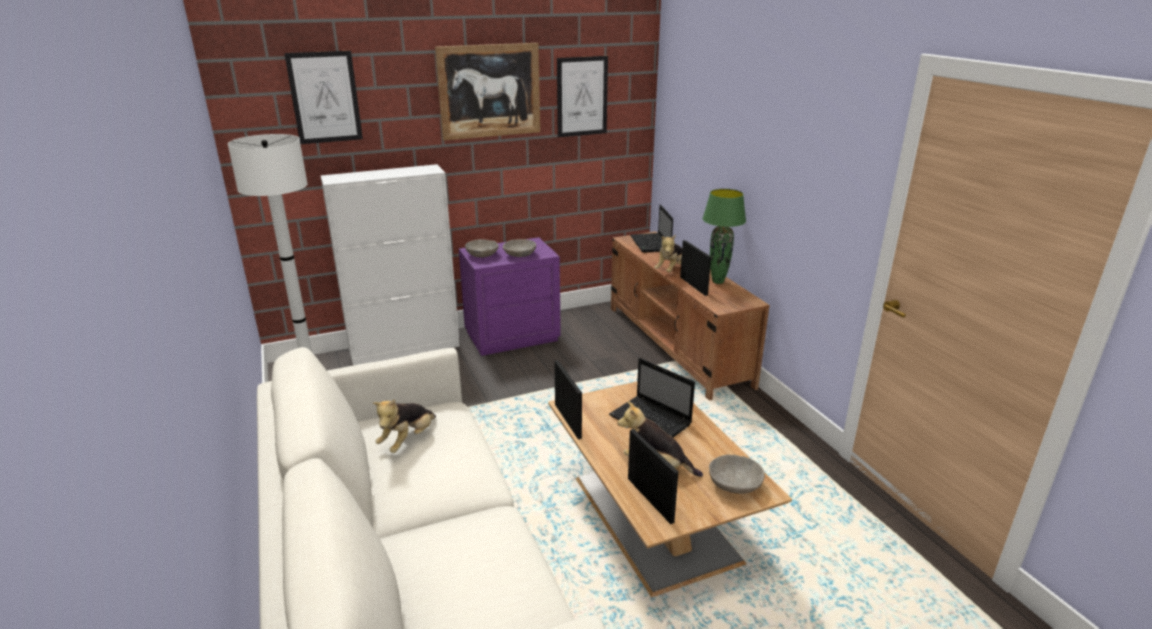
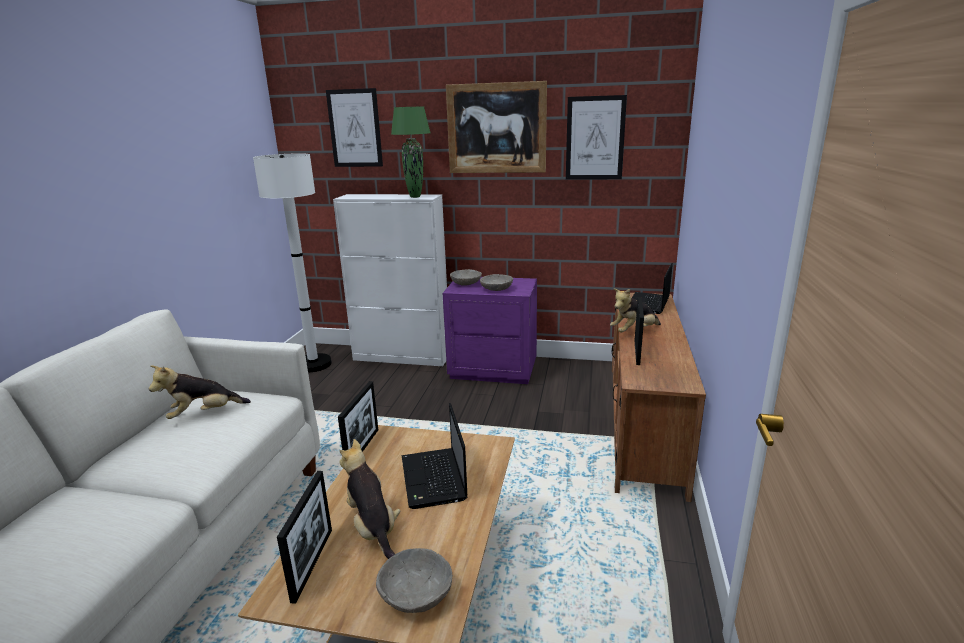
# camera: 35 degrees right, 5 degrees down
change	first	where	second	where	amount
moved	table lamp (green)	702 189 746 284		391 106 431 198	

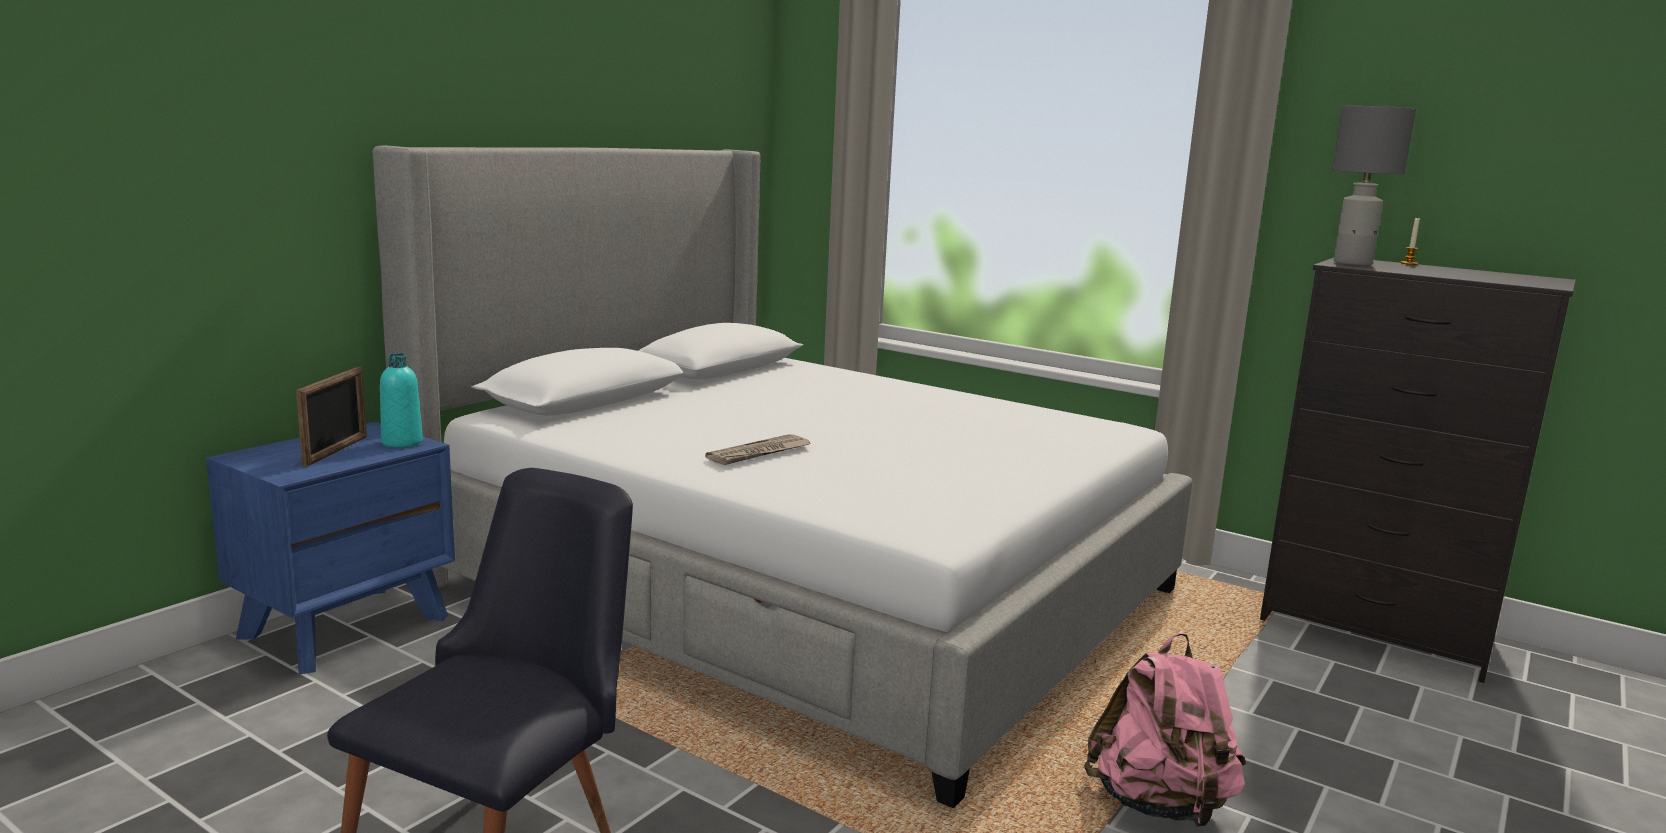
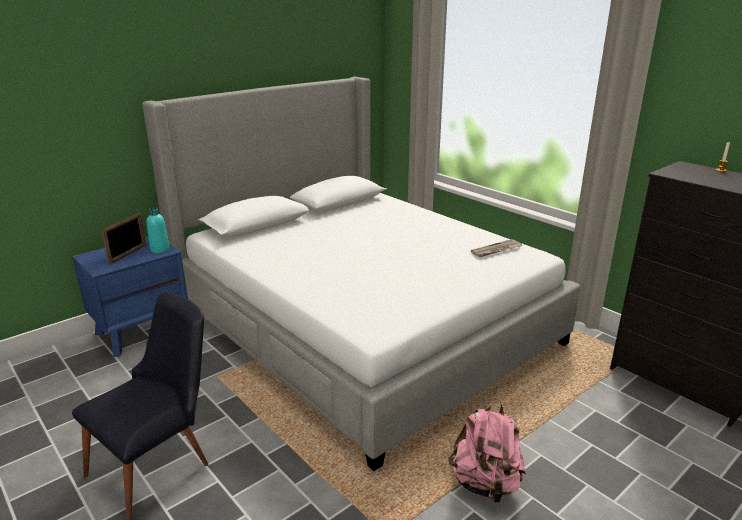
# camera: 15 degrees right, 10 degrees up
change	first	where	second	where	amount
moved	newspaper	705 434 811 465		471 239 522 257	
removed	table lamp (grey)	1332 106 1416 265			

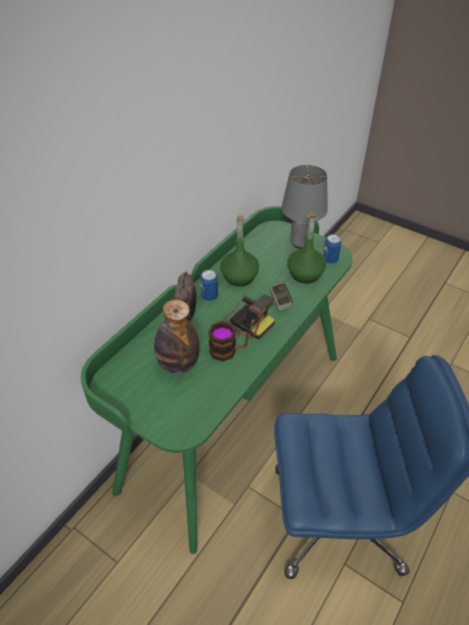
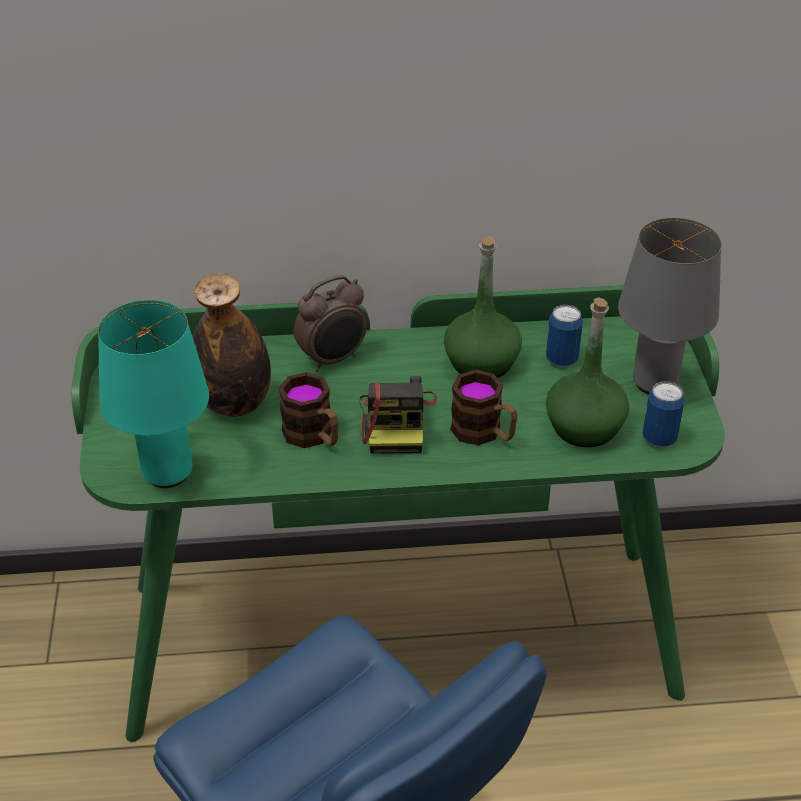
# camera: 50 degrees right, 5 degrees down
change	first	where	second	where	amount
moved	can	200 270 218 301		546 305 583 367	
replaced	game controller	270 283 293 311	mug	450 370 517 446	
added			table lamp (turquoise)	98 300 209 488	

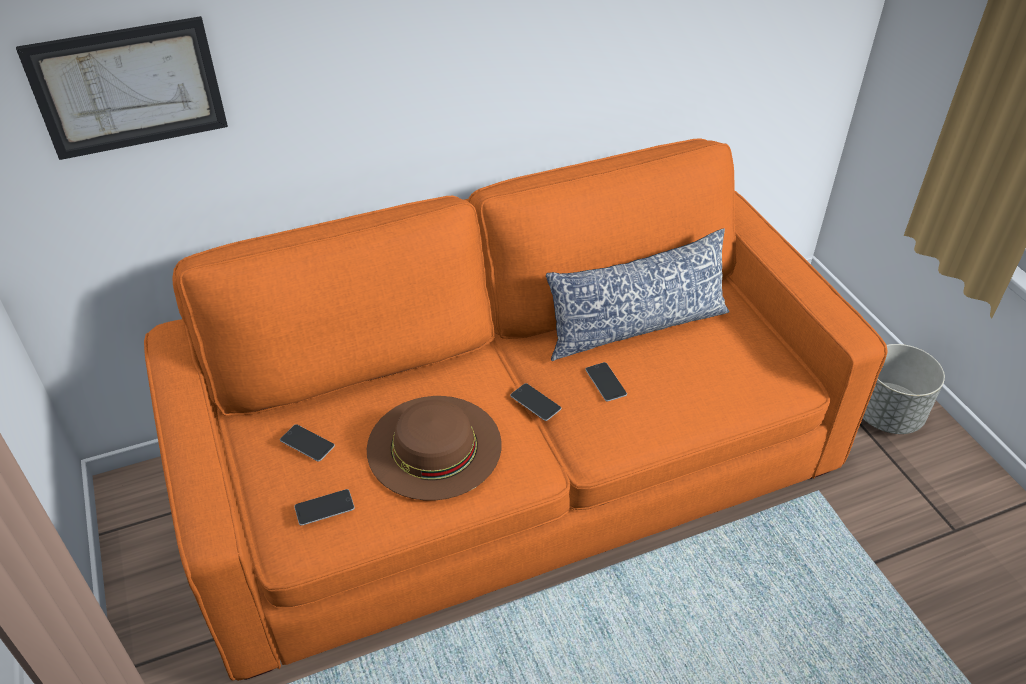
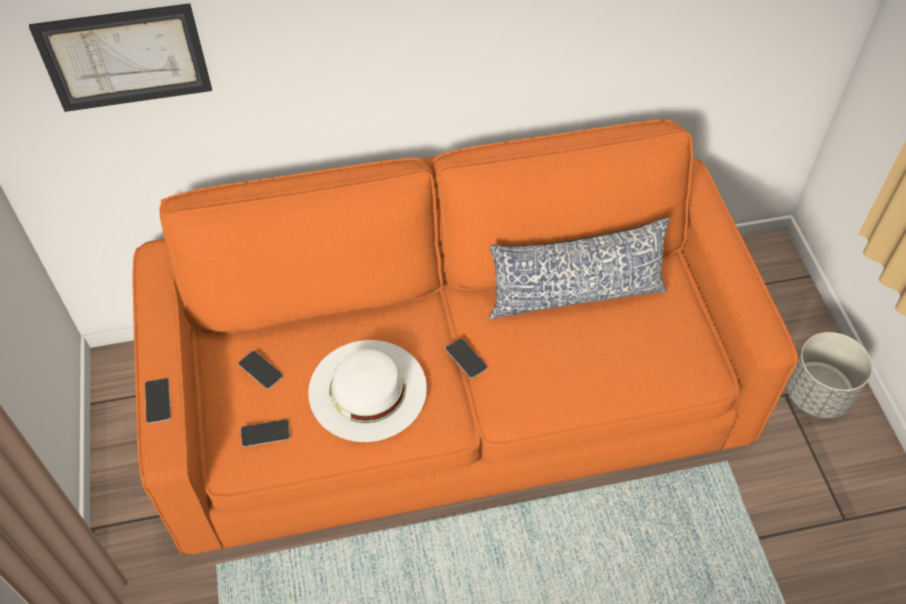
# camera: 10 degrees right, 10 degrees up
change	first	where	second	where	amount
recoloured	hat (brown)	367 396 502 500	hat (white)	308 340 427 442	
moved	phone	585 362 627 402		145 378 171 424	

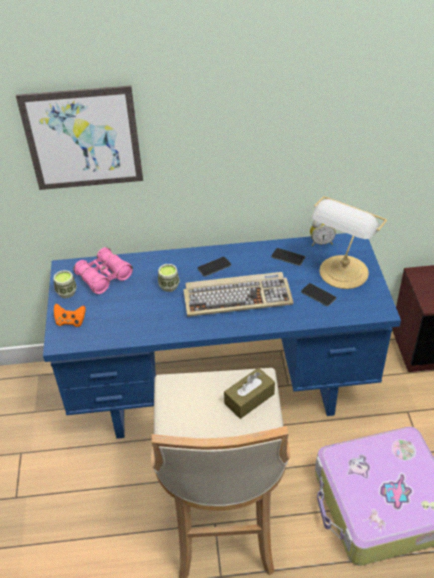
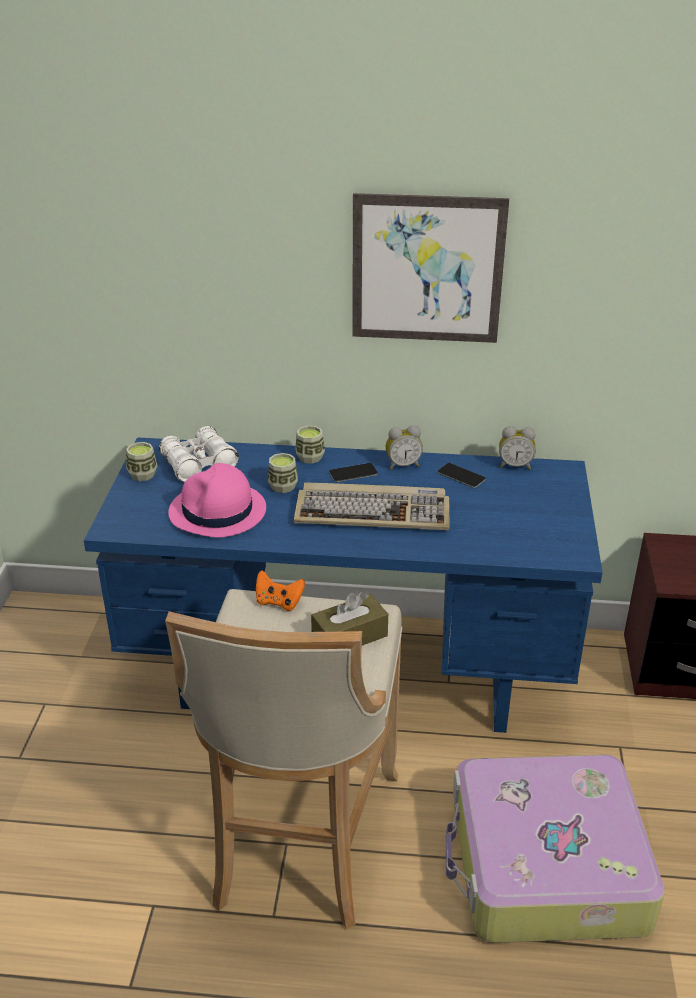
# camera: 10 degrees right, 10 degrees down
change	first	where	second	where	amount
moved	picture	16 85 143 190		352 193 509 343	
moved	game controller (orange)	54 304 86 327		256 570 305 611	
recoloured	binoculars (pink)	73 247 133 294	binoculars (white)	159 426 239 482	
removed	phone	301 283 336 306			
removed	table lamp	312 196 387 289			
added			hat (pink)	168 463 266 537	
added			cup	295 425 325 464	
added			alarm clock	386 425 423 470	

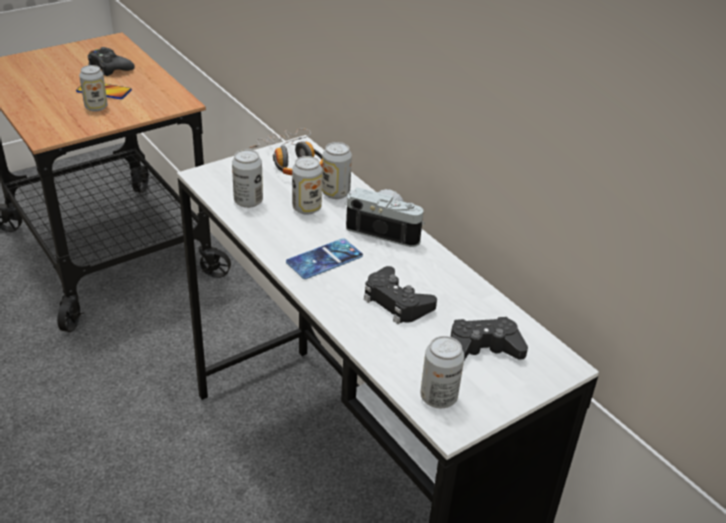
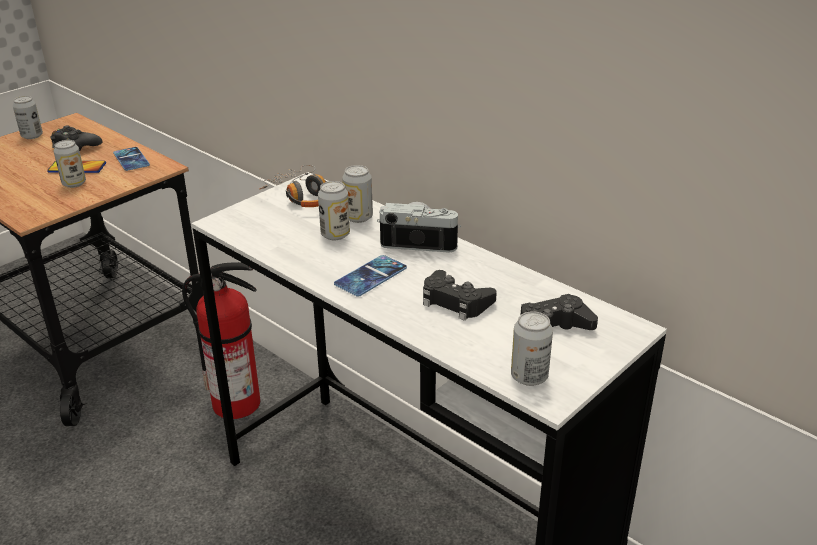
# camera: 10 degrees left, 5 degrees down
change	first	where	second	where	amount
moved	can	232 149 263 208		13 96 43 139	
added			phone	113 147 150 171	
added			fire extinguisher	182 262 260 419	

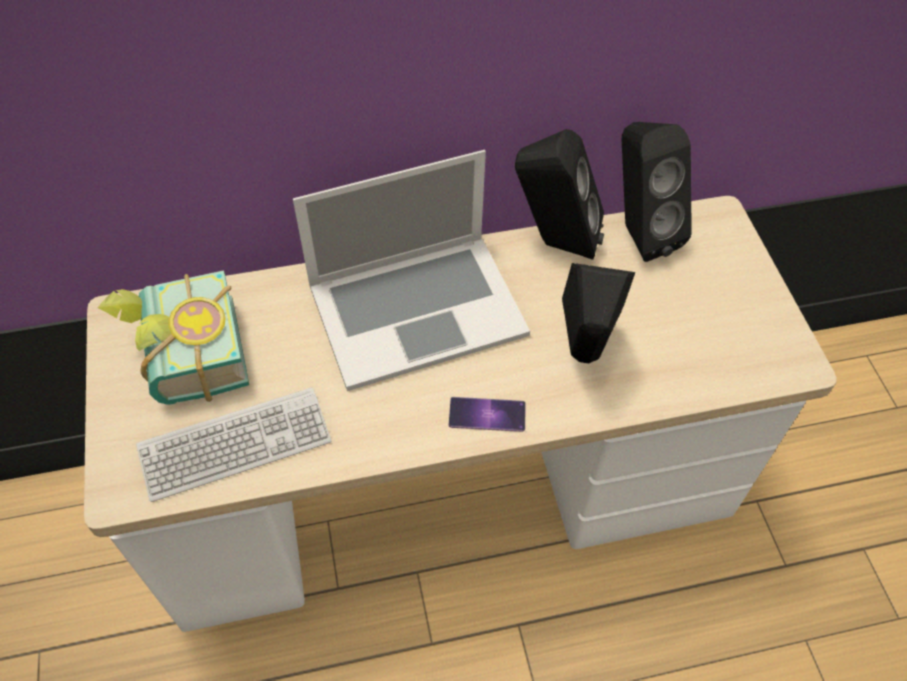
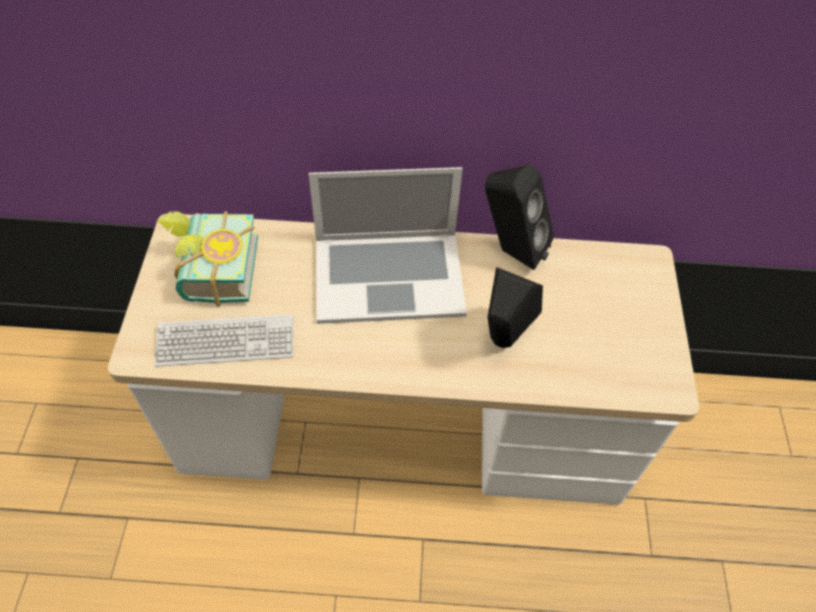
# camera: 15 degrees right, 0 degrees up
change	first	where	second	where	amount
removed	phone	449 397 526 432			
removed	speaker (black)	622 122 692 262			

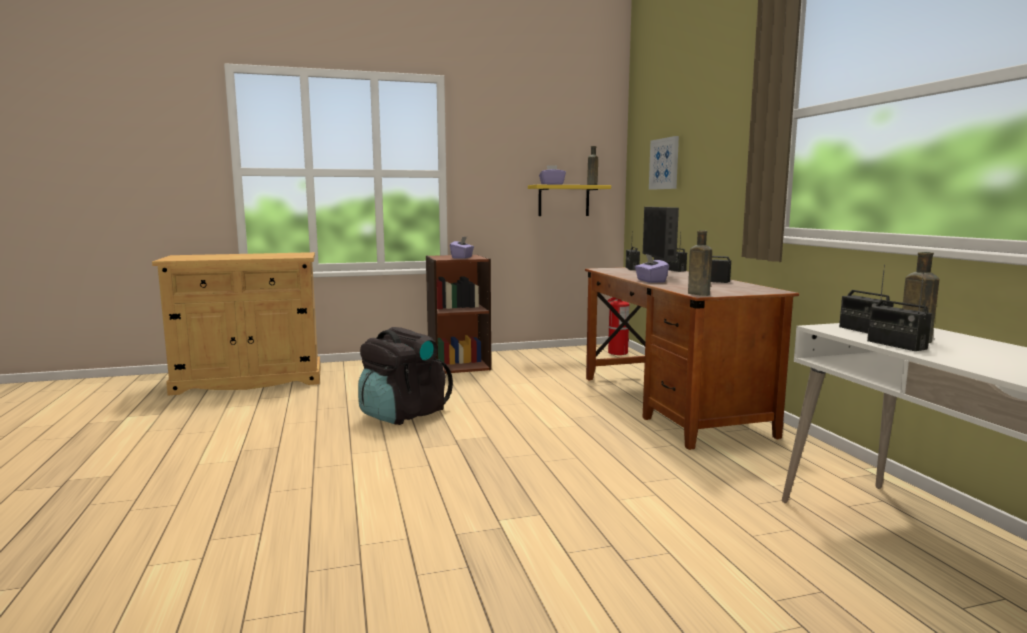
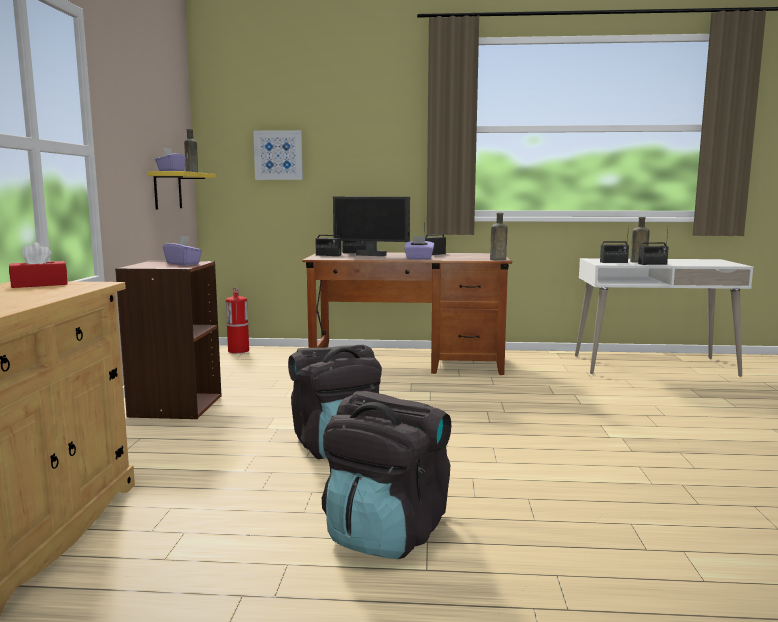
# camera: 70 degrees left, 0 degrees up
change	first	where	second	where	amount
added			tissue box (red)	9 242 68 288	
added			backpack (black)	322 391 451 559	

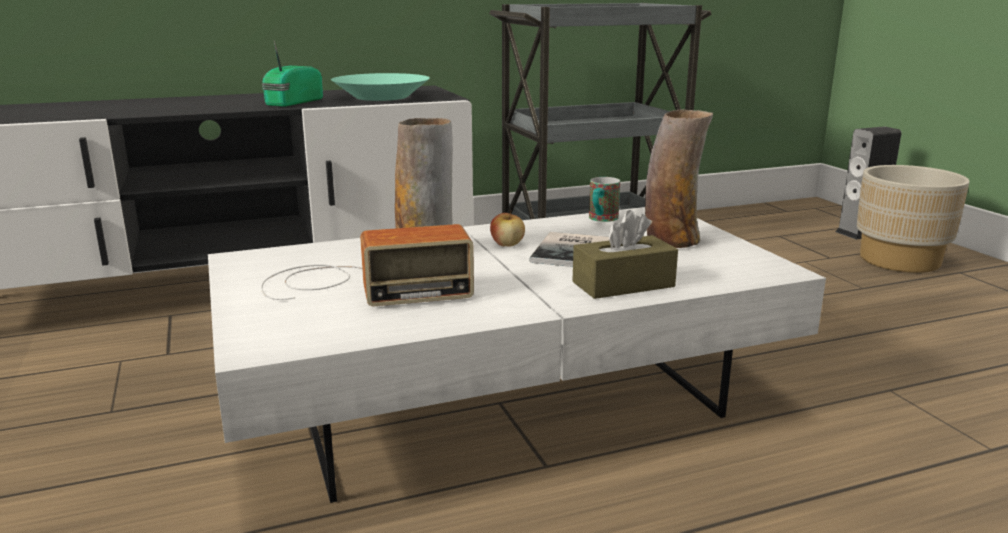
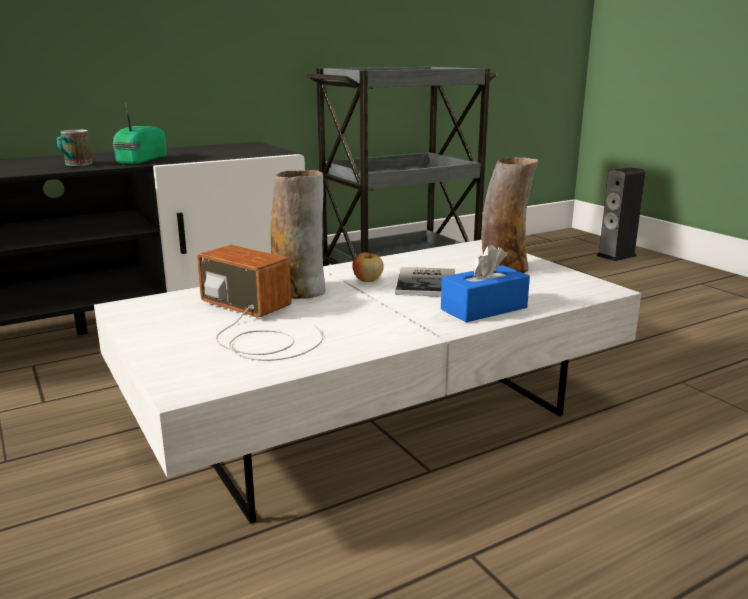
# camera: 10 degrees left, 0 degrees up
change	first	where	second	where	amount
turned	radio	261 224 474 306		197 245 323 361	120 degrees counterclockwise
removed	bowl (turquoise)	331 73 430 101			
recoloured	tissue box (brown)	572 210 678 299	tissue box (blue)	441 244 530 322	
moved	mug	589 177 620 222		57 130 92 166	
removed	planter (beige)	857 165 969 273			

